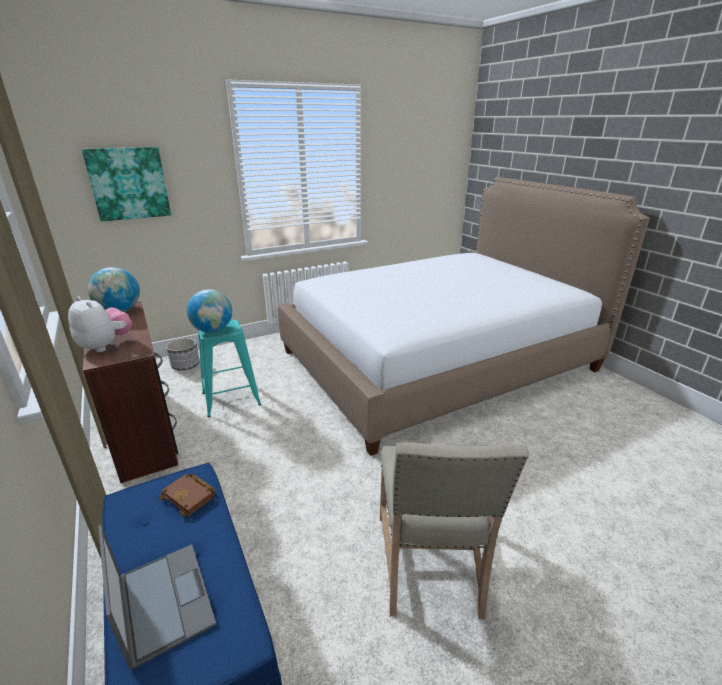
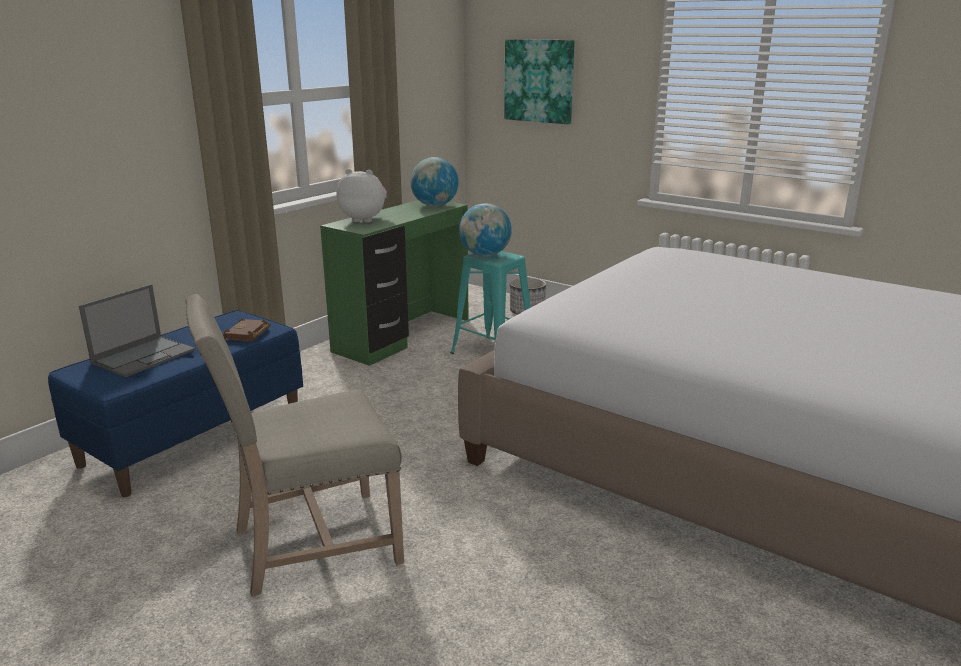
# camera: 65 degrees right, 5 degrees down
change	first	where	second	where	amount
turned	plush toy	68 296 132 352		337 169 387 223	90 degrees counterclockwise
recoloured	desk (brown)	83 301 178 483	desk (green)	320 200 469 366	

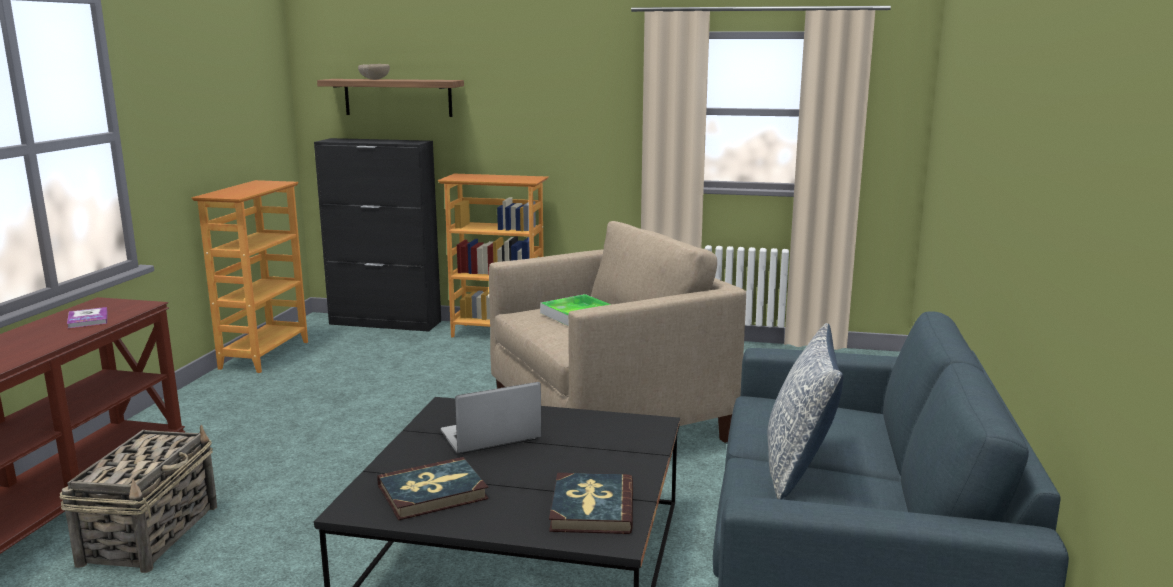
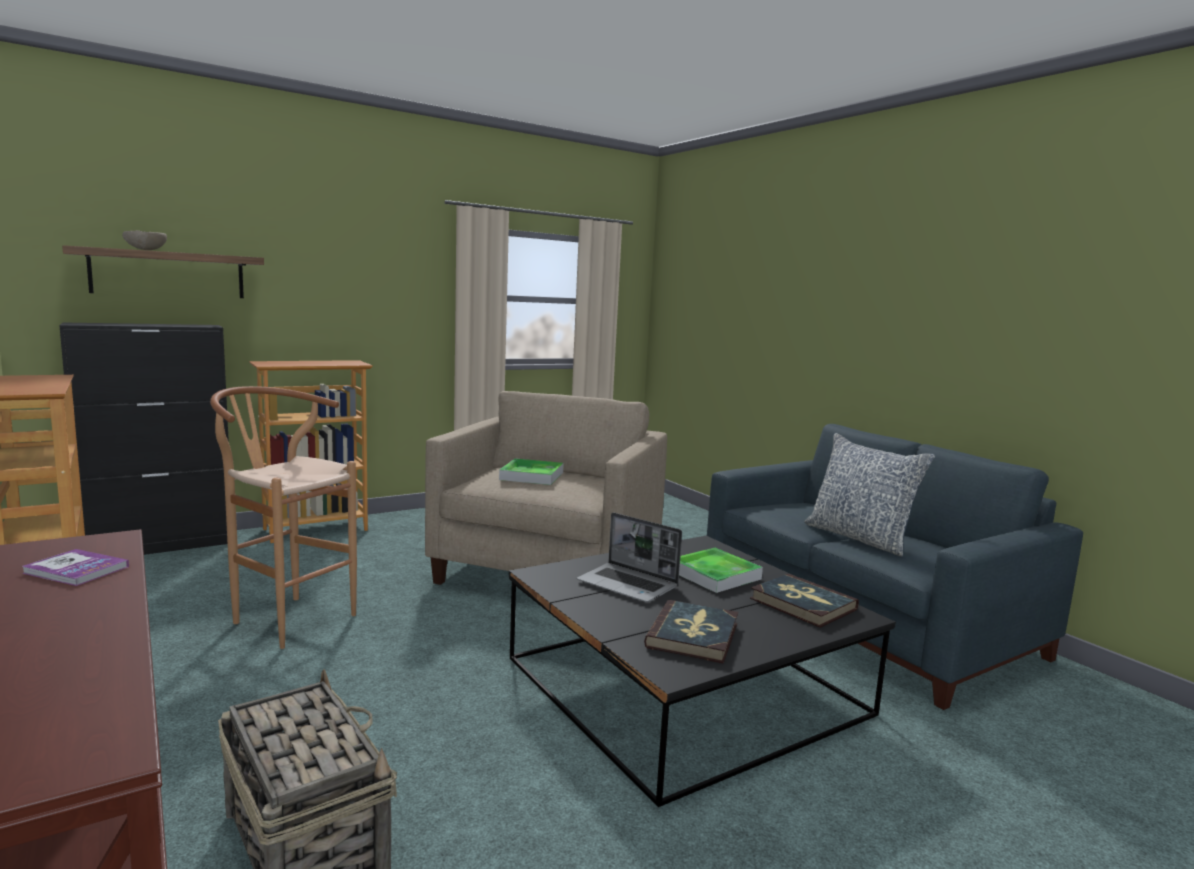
# camera: 45 degrees left, 5 degrees down
change	first	where	second	where	amount
turned	laptop	441 382 542 454		577 512 682 602	75 degrees counterclockwise
added			stool (brown)	210 386 357 649	
added			tray	679 548 763 593	

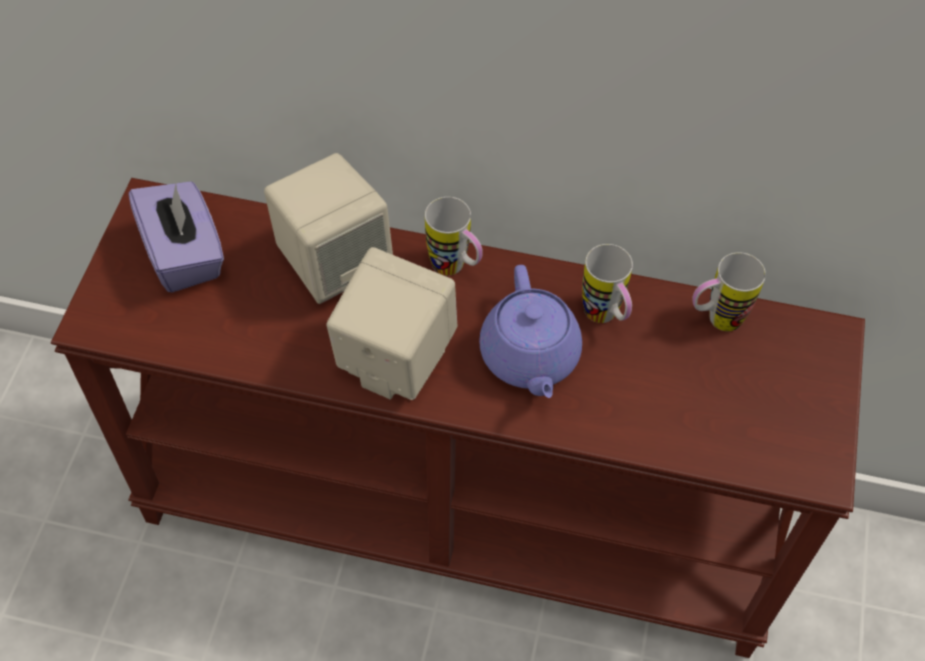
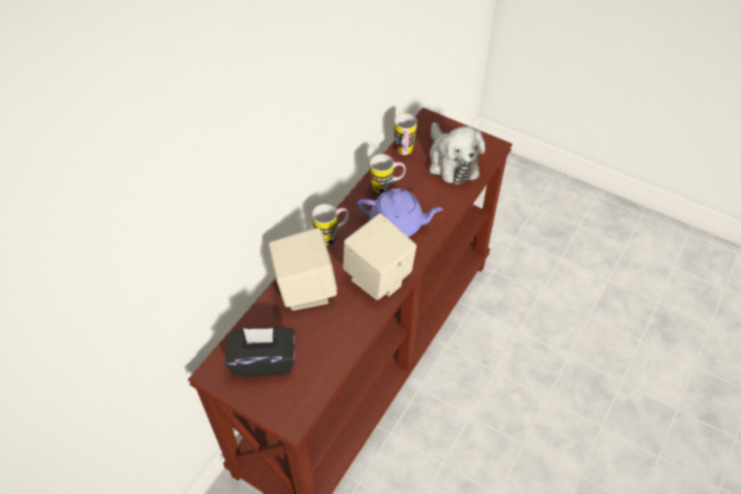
# camera: 70 degrees left, 5 degrees down
change	first	where	second	where	amount
recoloured	tissue box (purple)	129 181 224 292	tissue box (black)	224 327 295 377	
added			plush toy	429 122 486 185	

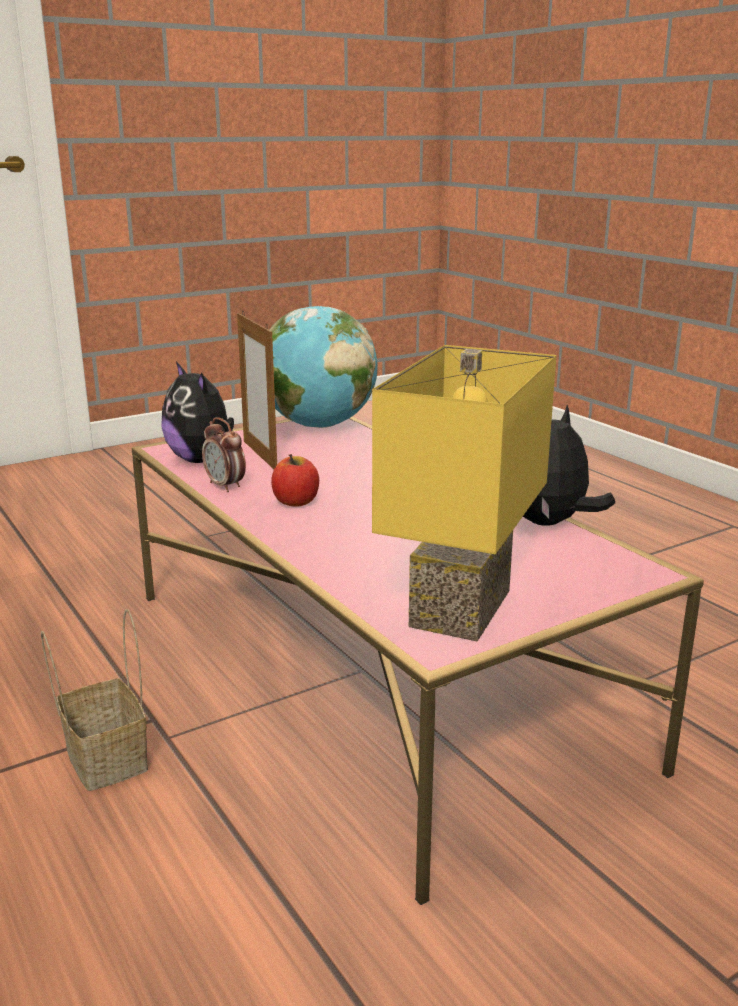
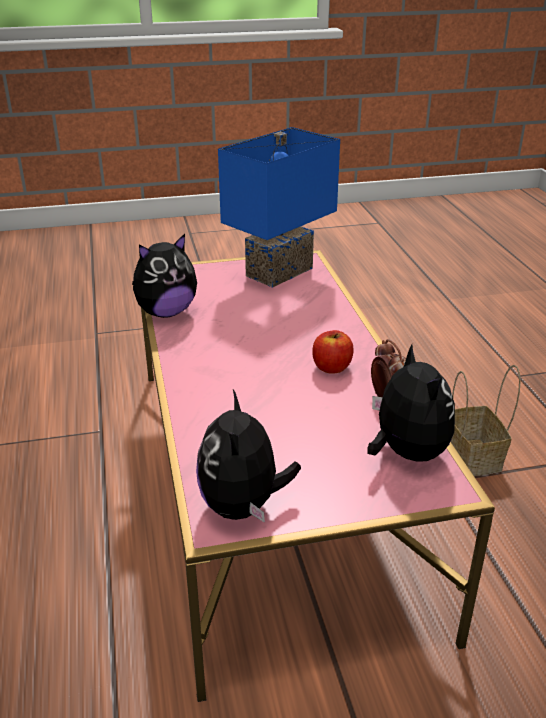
# camera: 160 degrees left, 10 degrees up
change	first	where	second	where	amount
removed	picture frame	237 311 277 469			
replaced	globe	269 306 378 428	plush toy	196 390 301 523	
recoloured	table lamp (yellow)	372 345 556 641	table lamp (blue)	218 127 340 288	

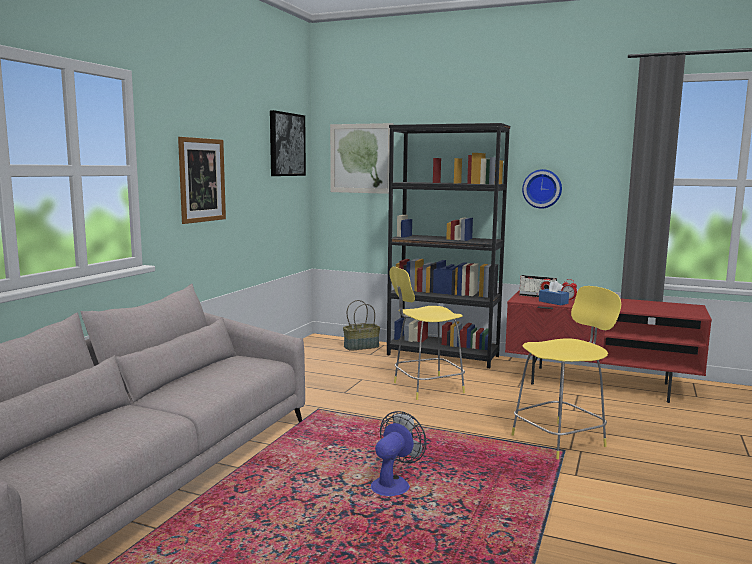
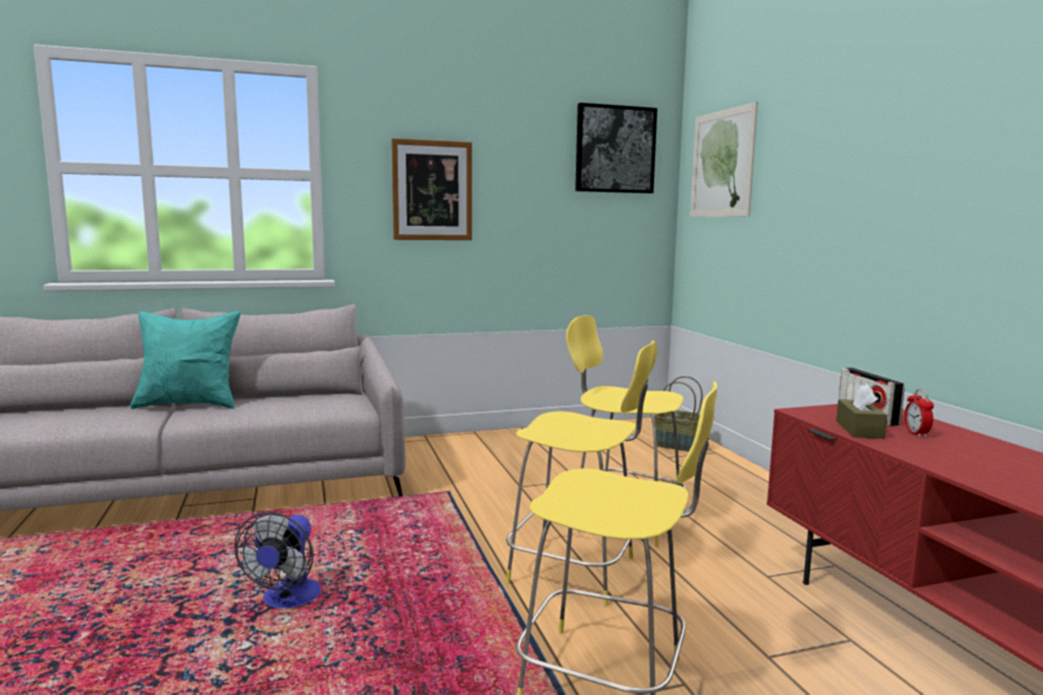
# camera: 50 degrees right, 0 degrees up
change	first	where	second	where	amount
turned	fan	371 411 426 496		234 512 321 608	105 degrees clockwise
removed	bookcase (black)	387 123 510 368			
removed	wall clock	522 169 562 209			
recoloured	tissue box (blue)	539 281 569 305	tissue box (brown)	836 384 887 439	
added			pillow (turquoise)	130 311 241 409	
added			stool (yellow)	506 341 657 606	

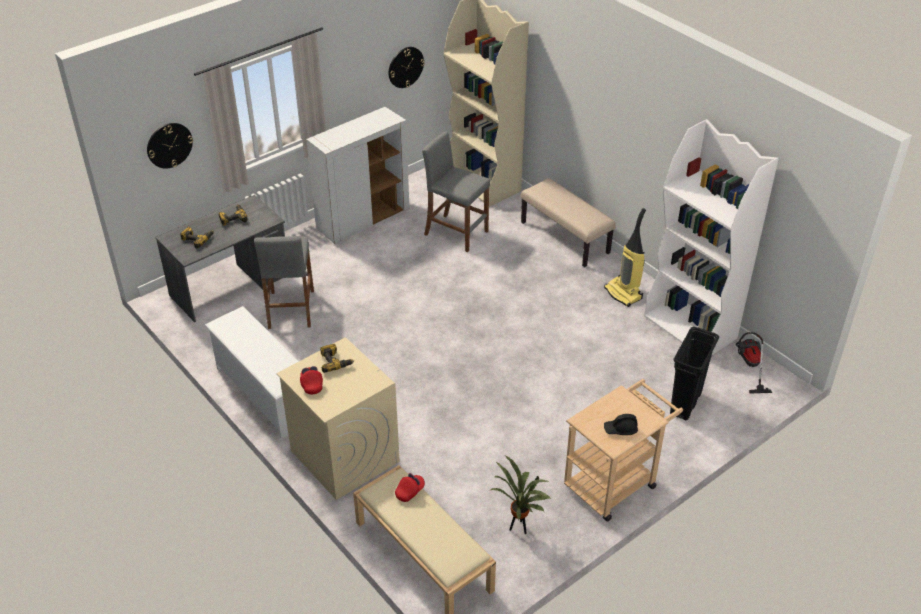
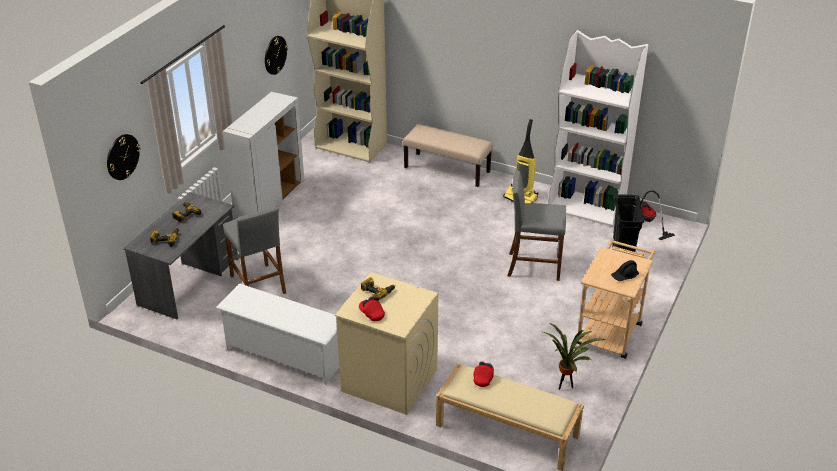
# camera: 25 degrees left, 5 degrees down
change	first	where	second	where	amount
moved	stool (grey)	422 131 490 252		507 170 566 281	

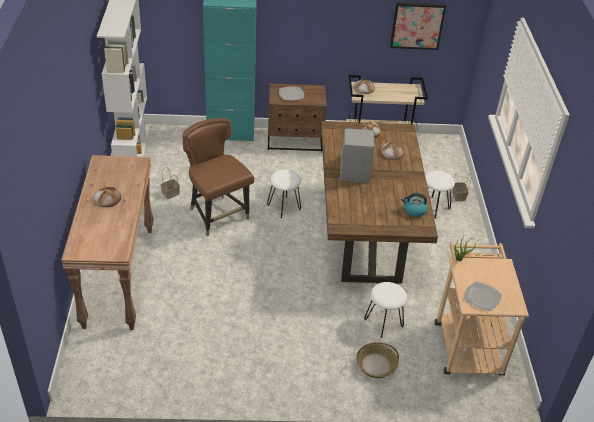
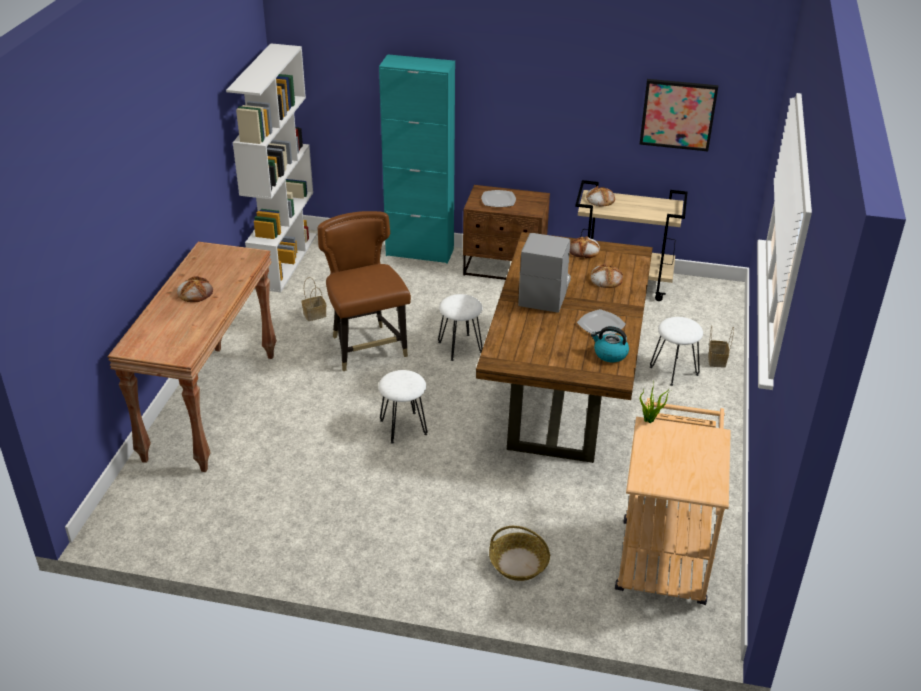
# camera: 15 degrees right, 5 degrees down
change	first	where	second	where	amount
moved	stool (white)	364 282 407 338		378 370 427 443	
moved	plate	464 282 502 311		577 309 626 336	

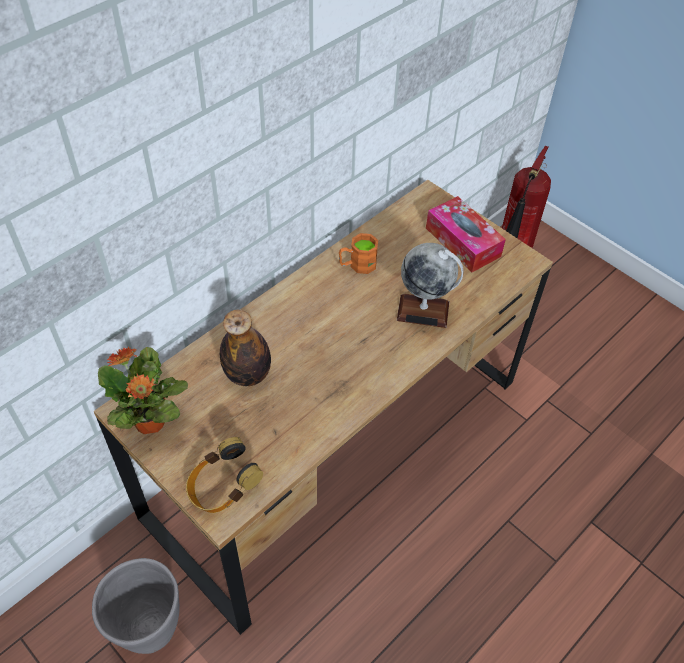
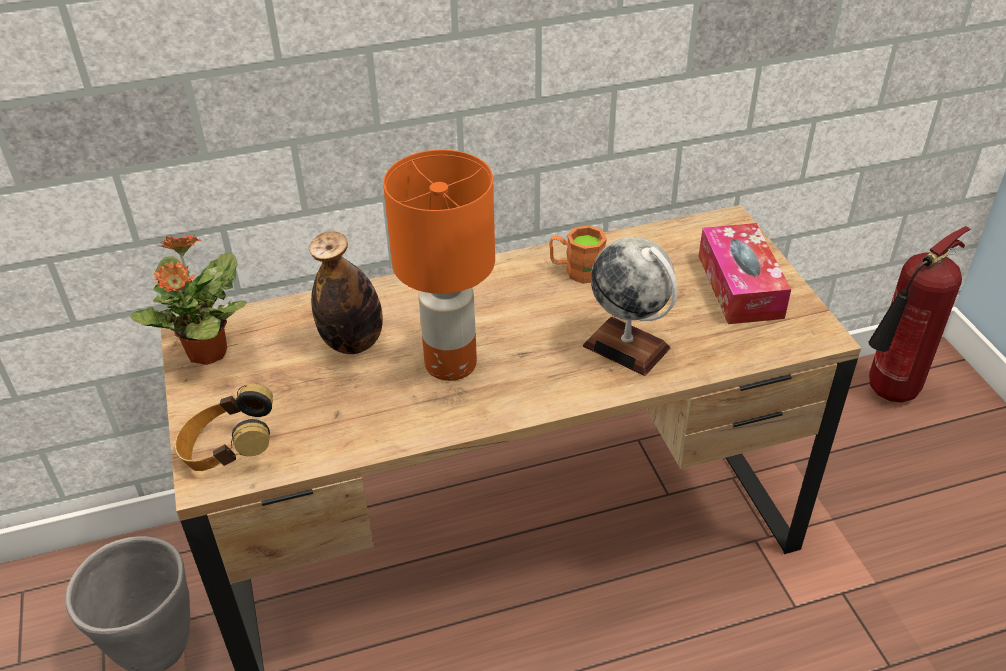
# camera: 30 degrees right, 10 degrees down
change	first	where	second	where	amount
added			table lamp (orange)	383 150 495 381	

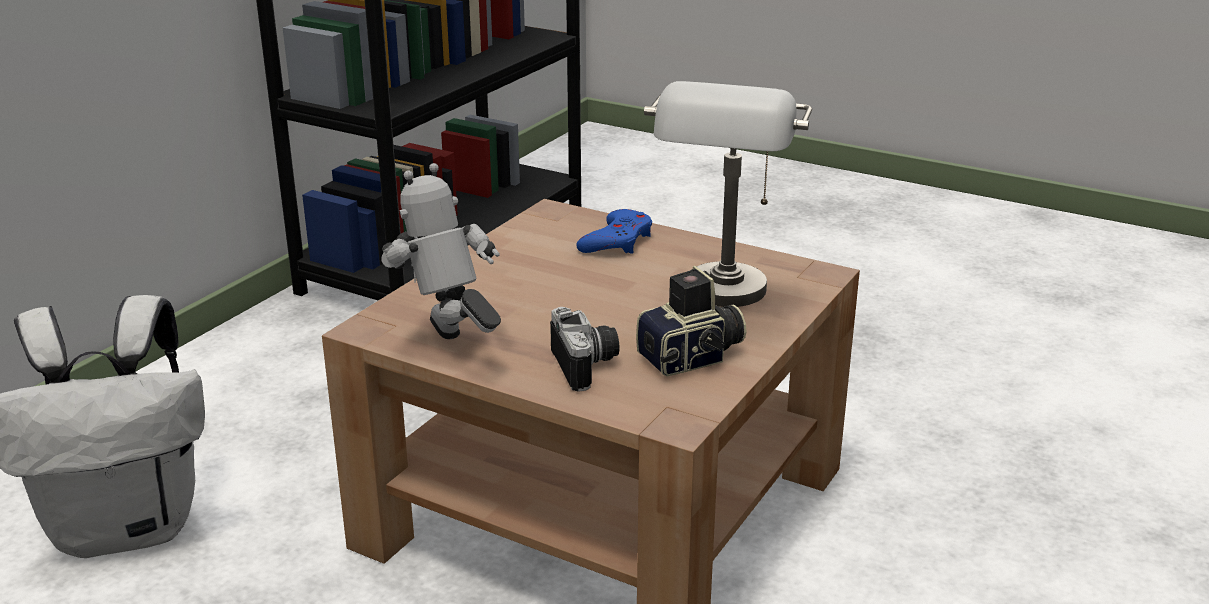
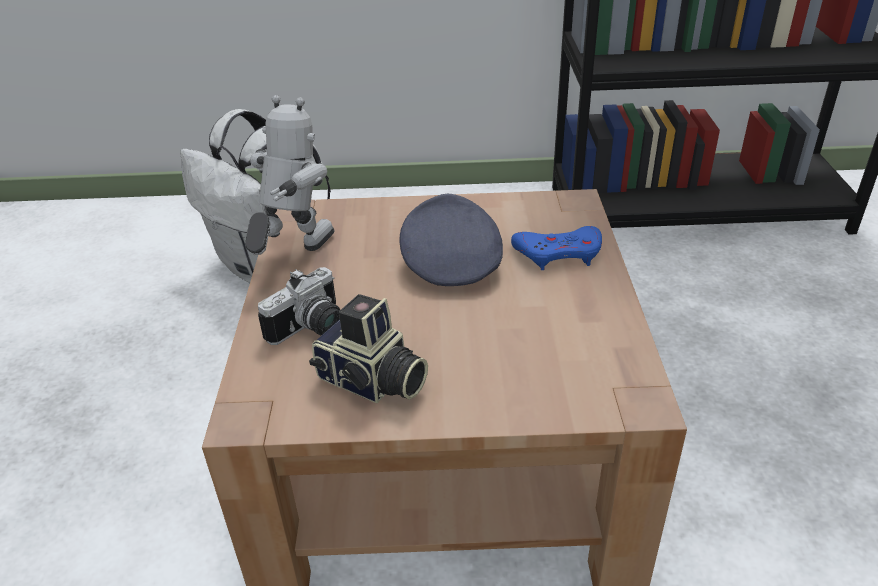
# camera: 60 degrees right, 10 degrees up
change	first	where	second	where	amount
removed	table lamp (grey)	644 81 812 307			
added			cap (grey)	400 194 503 286	

